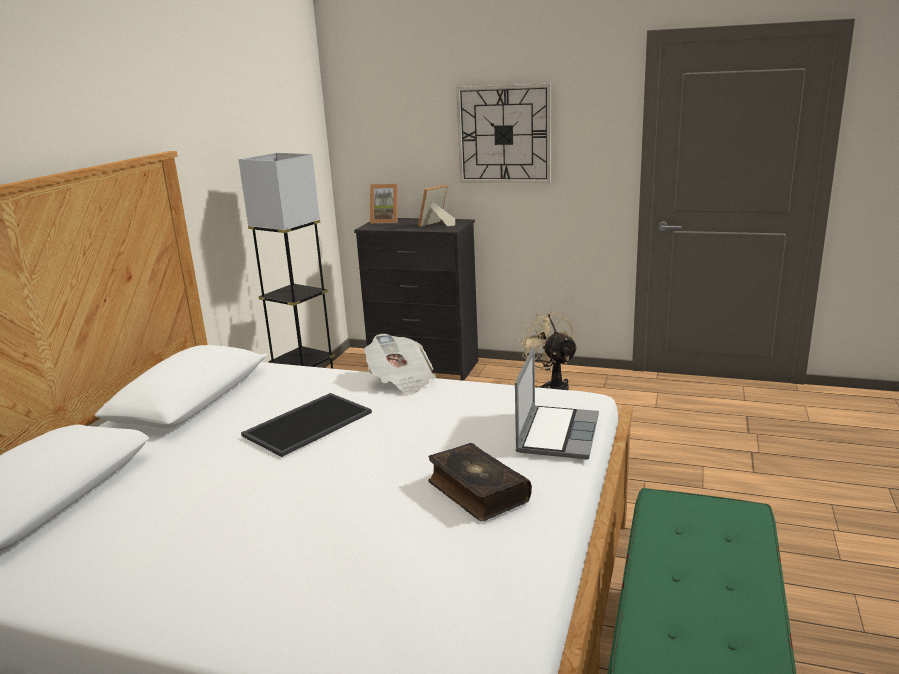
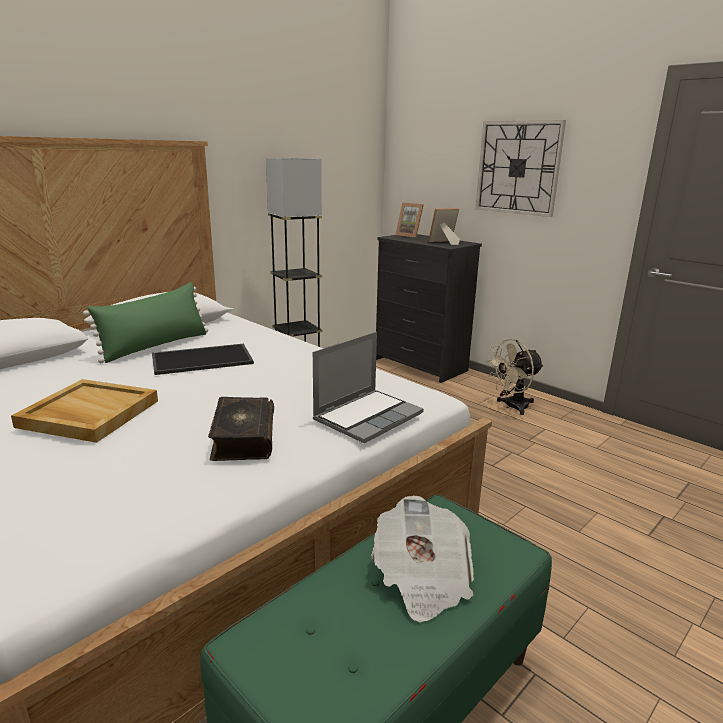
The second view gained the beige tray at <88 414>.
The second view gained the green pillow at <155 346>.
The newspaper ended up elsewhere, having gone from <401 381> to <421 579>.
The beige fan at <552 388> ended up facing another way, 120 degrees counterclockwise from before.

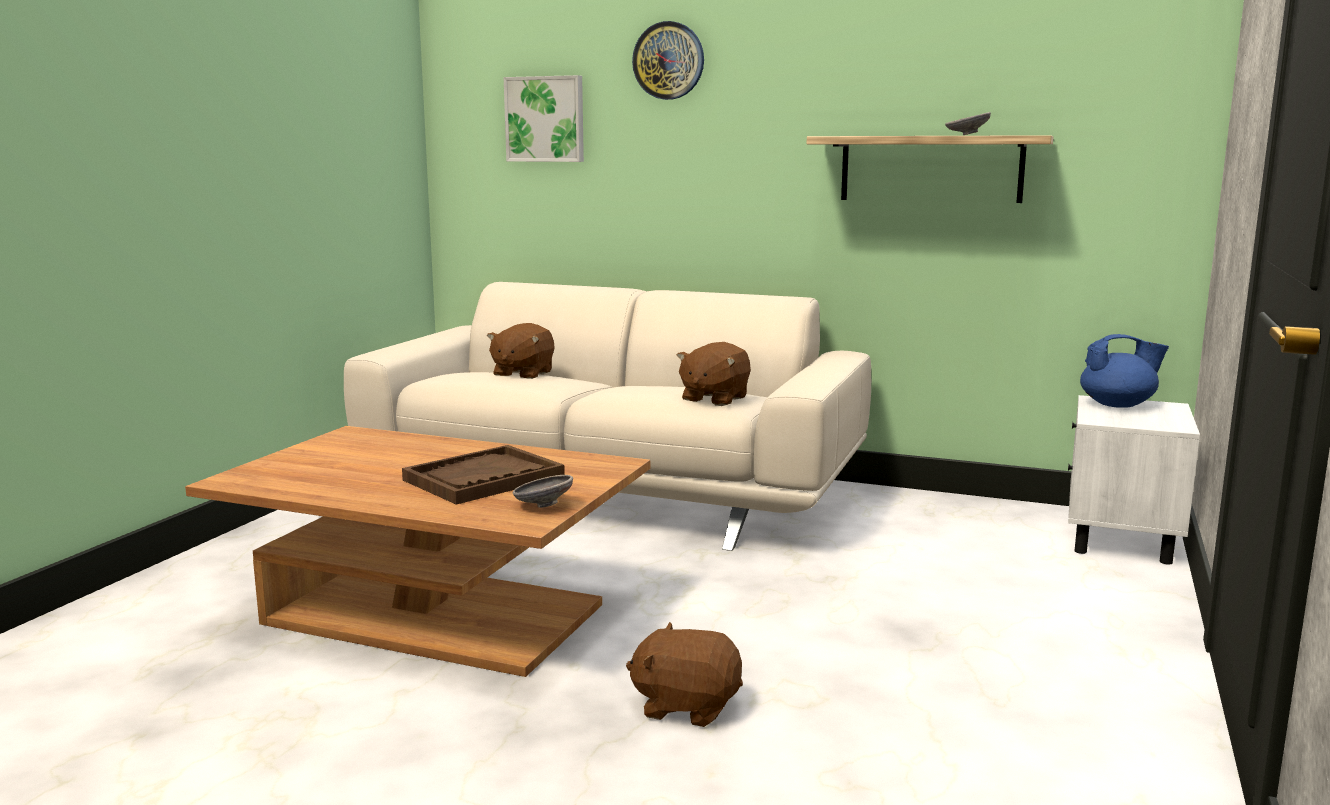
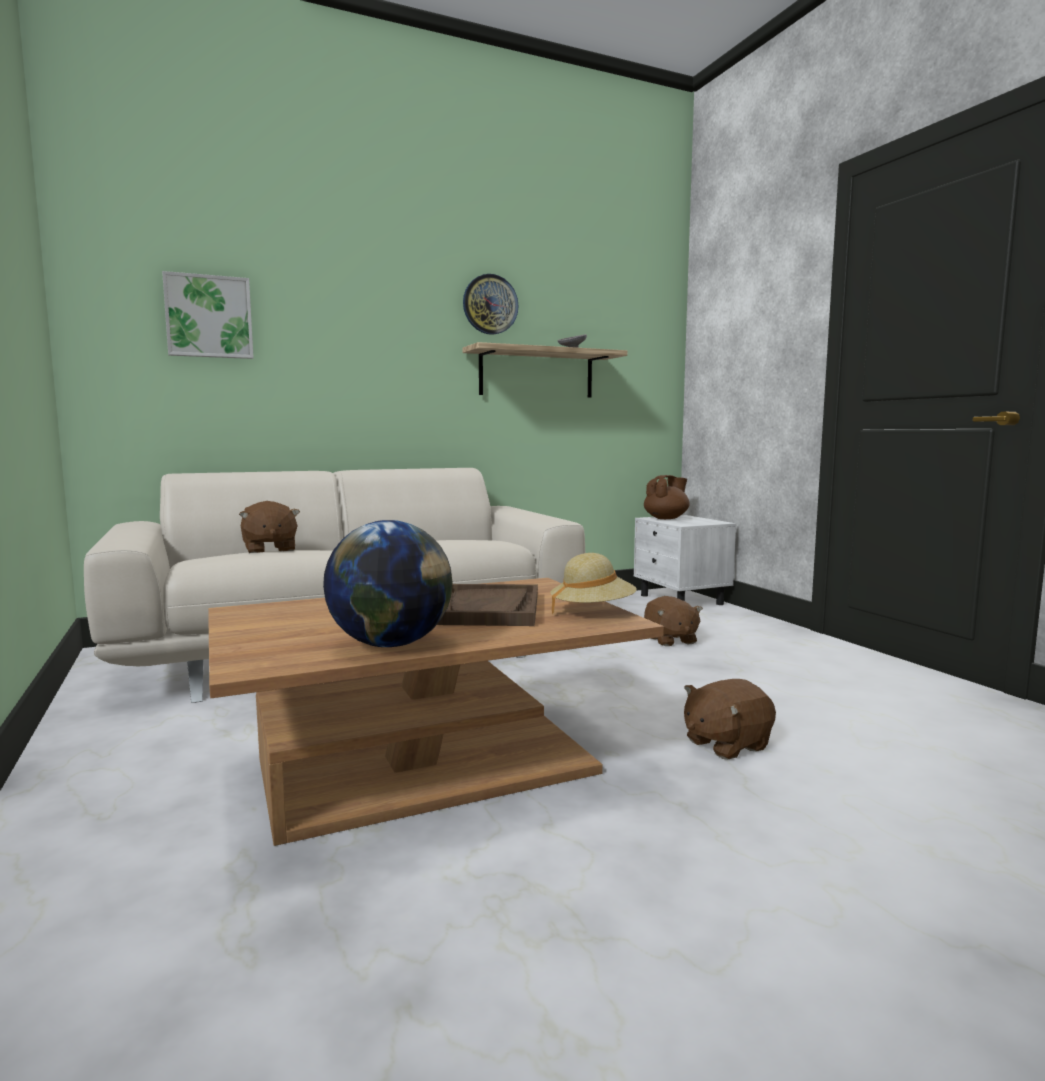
The second view gained the globe at <390 644>.
The wall clock ended up elsewhere, having gone from <668 61> to <490 304>.
Where the grey bowl stood at <542 506>, the beige hat came to stand at <592 611>.
What was the blue teapot at <1118 405> turned into the brown teapot at <666 518>.
The brown plush toy ended up elsewhere, having gone from <714 399> to <670 640>.

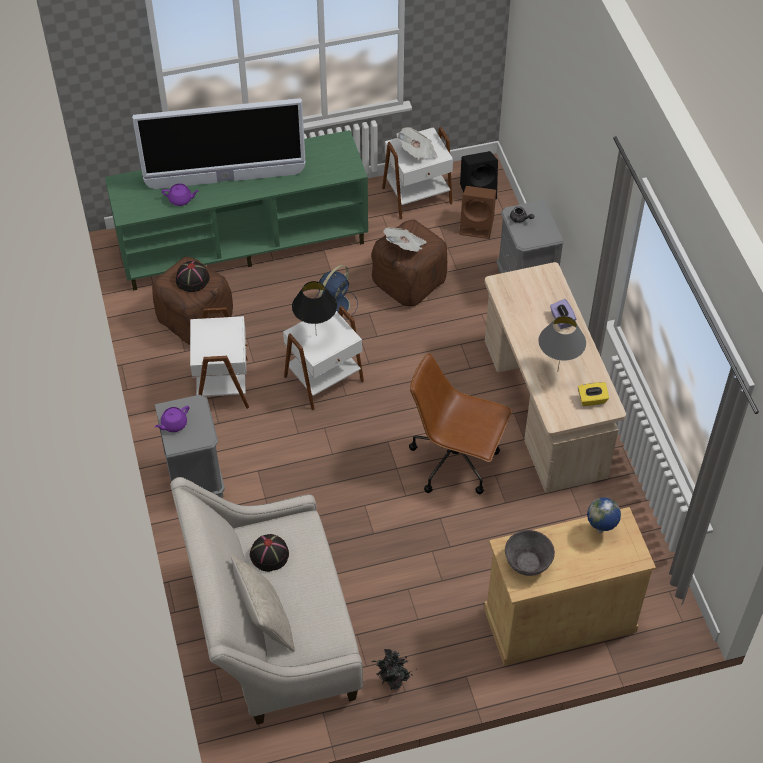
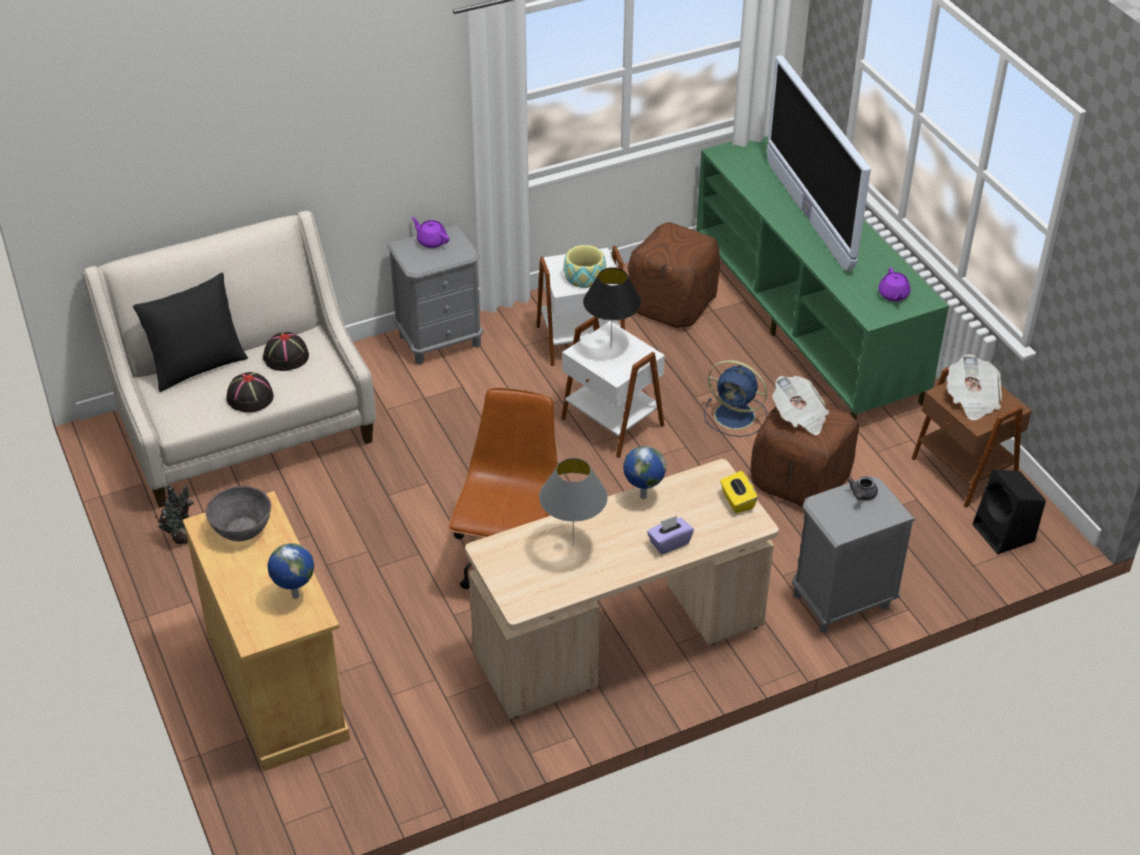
What was the beige pillow at <265 622> turned into the black pillow at <197 366>.
The black hat ended up elsewhere, having gone from <192 279> to <249 397>.
The second view gained the bowl at <585 276>.
The second view gained the globe at <642 496>.
The yellow tissue box ended up elsewhere, having gone from <592 400> to <737 501>.
The purple teapot ended up elsewhere, having gone from <181 200> to <893 295>.
What was the white side table at <417 196> turned into the brown side table at <962 471>.
The second view lost the brown speaker at <477 225>.

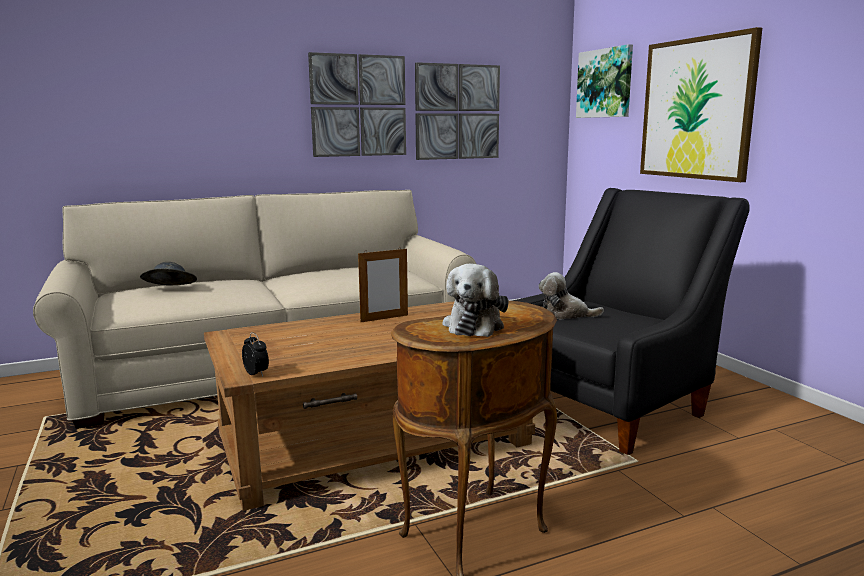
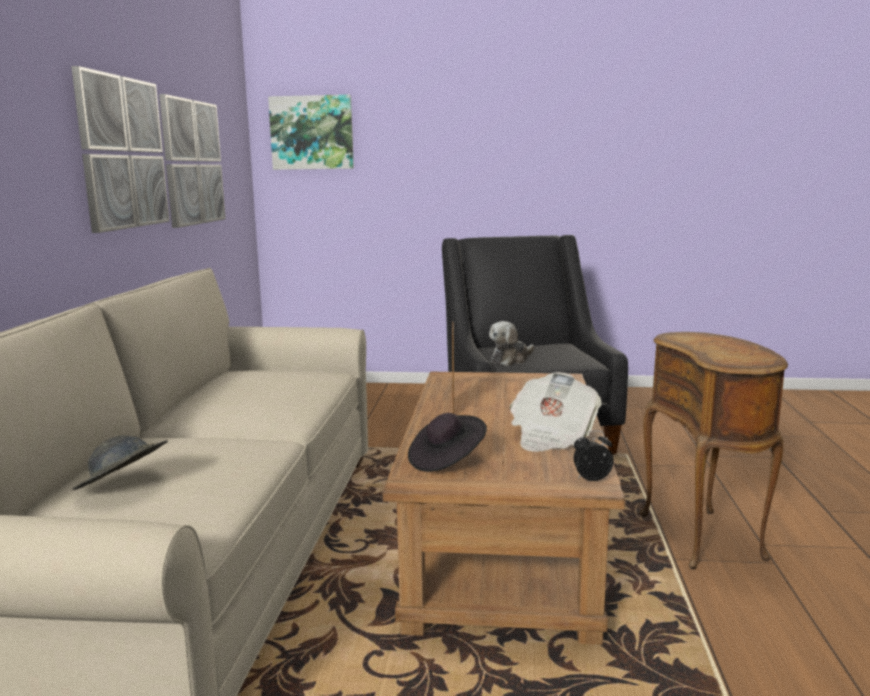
The second view gained the black hat at <446 460>.
The second view gained the newspaper at <551 436>.
The second view lost the plush toy at <474 325>.
The second view lost the picture at <696 109>.

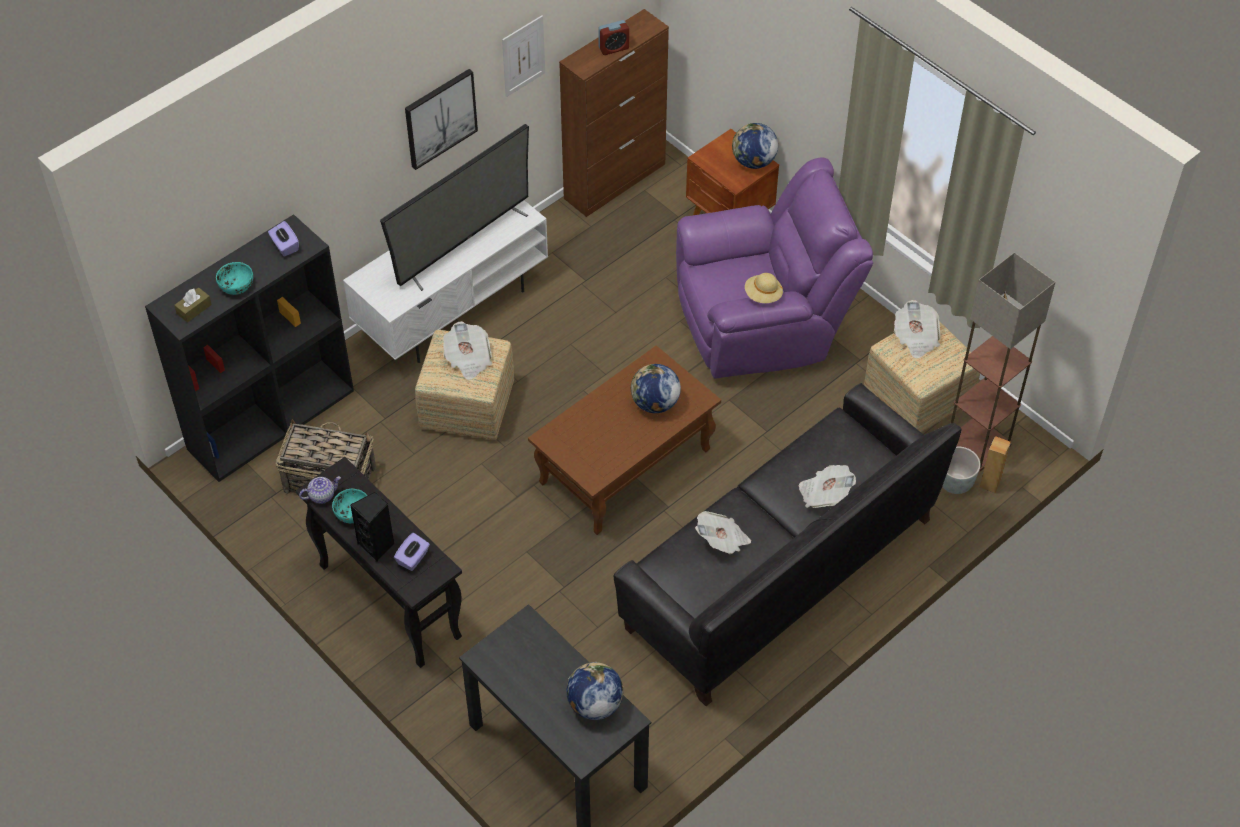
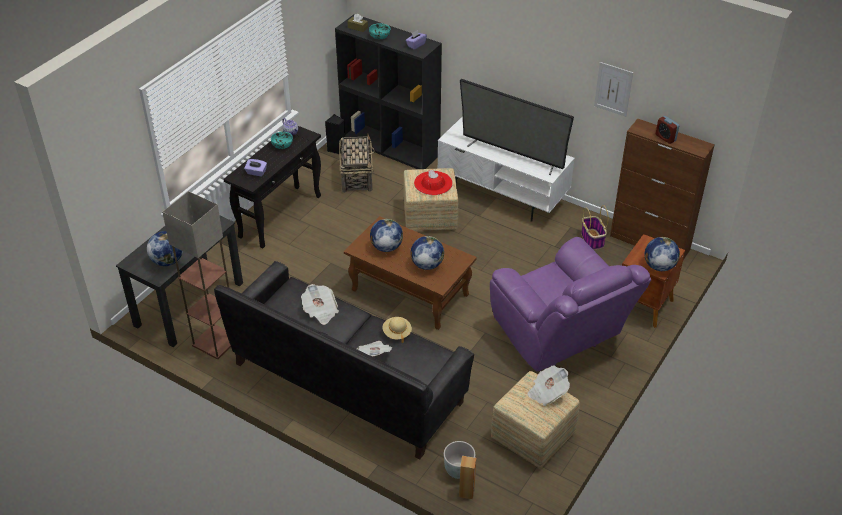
The floor lamp ended up elsewhere, having gone from <977 445> to <214 342>.
The black speaker ended up elsewhere, having gone from <377 546> to <337 149>.
The second view gained the globe at <386 247>.
The beige hat ended up elsewhere, having gone from <763 295> to <397 333>.
Where the newspaper stood at <468 359>, the red hat came to stand at <433 183>.
The second view gained the basket at <592 240>.
The second view lost the picture at <440 118>.

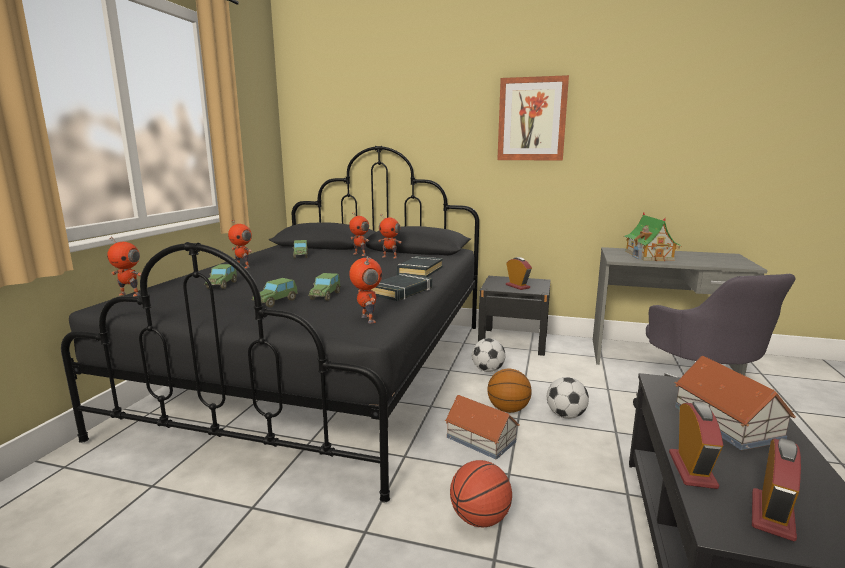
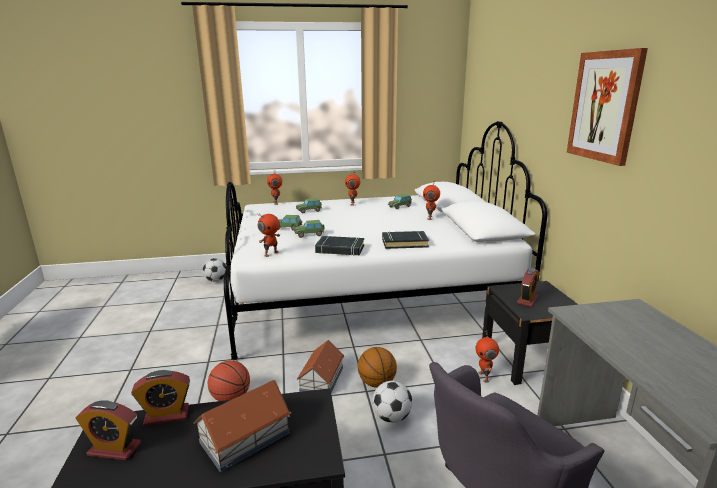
The football ended up elsewhere, having gone from <487 370> to <216 280>.
What was the black bed at <327 371> turned into the white bed at <368 295>.
The toy robot ended up elsewhere, having gone from <390 257> to <484 377>.
The second view lost the toy house at <649 255>.

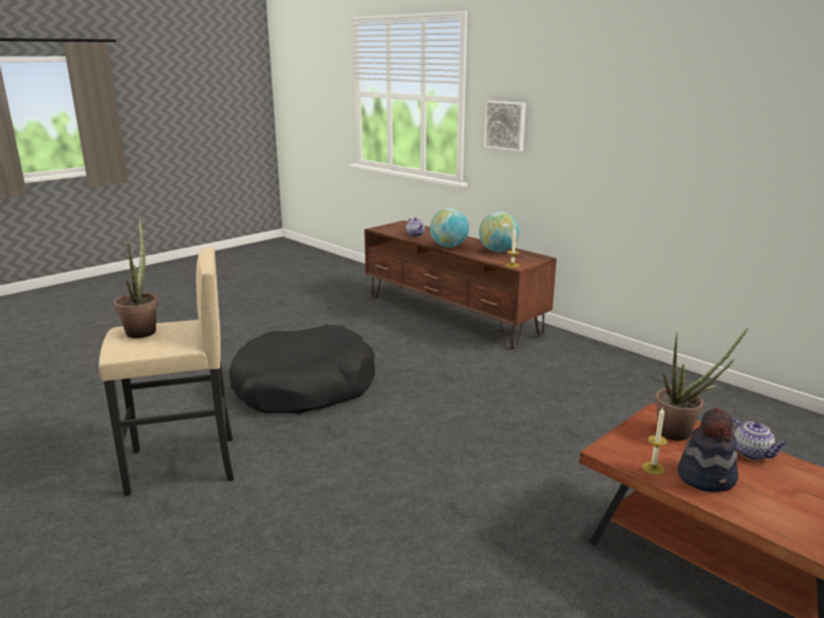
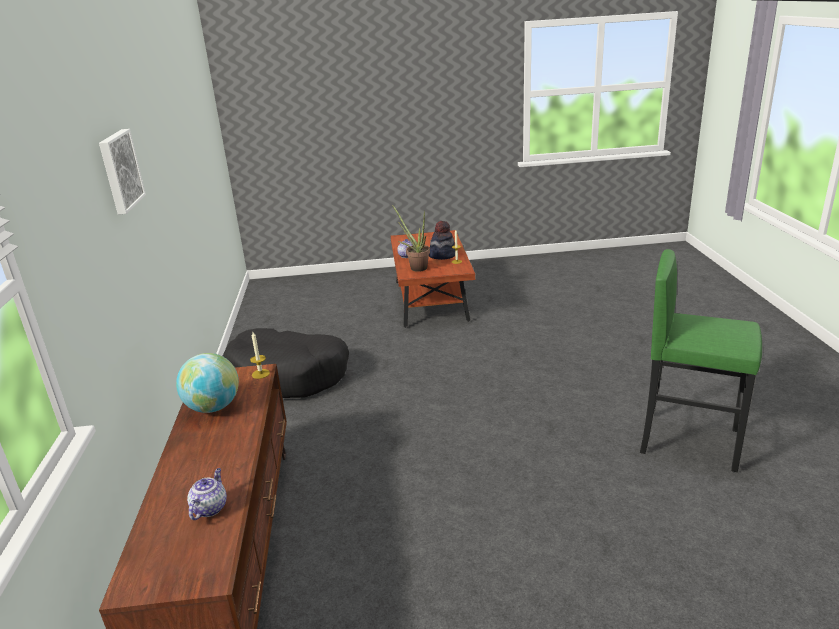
The picture ended up elsewhere, having gone from <506 125> to <119 170>.
The black dog bed ended up elsewhere, having gone from <304 387> to <289 375>.
What was the beige stool at <182 465> turned into the green stool at <689 441>.
The second view lost the potted plant at <143 330>.
The second view lost the globe at <449 246>.

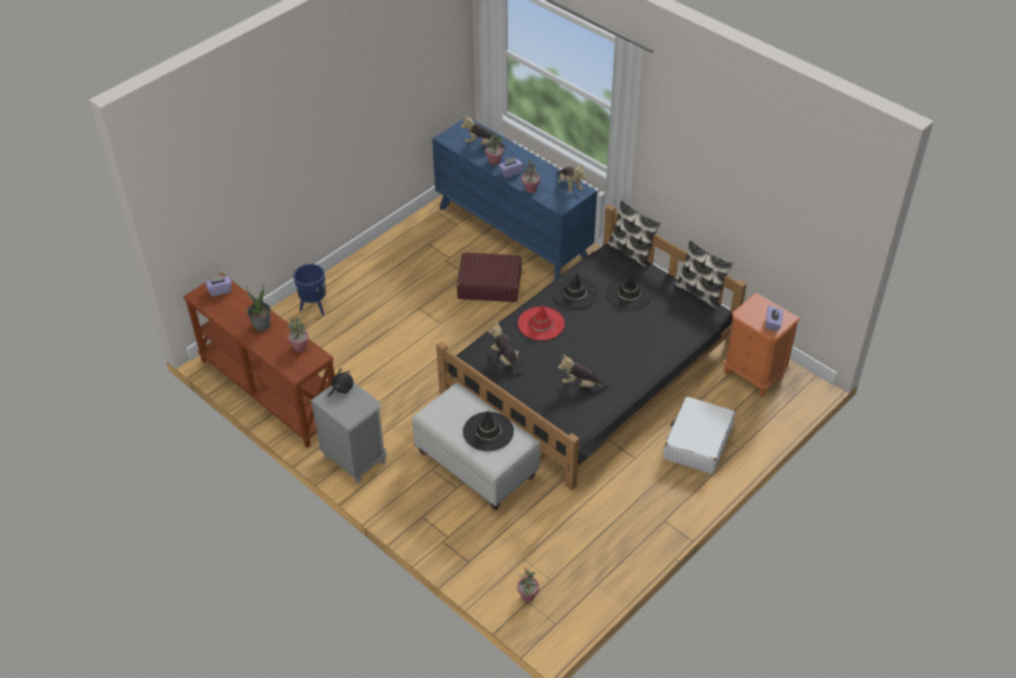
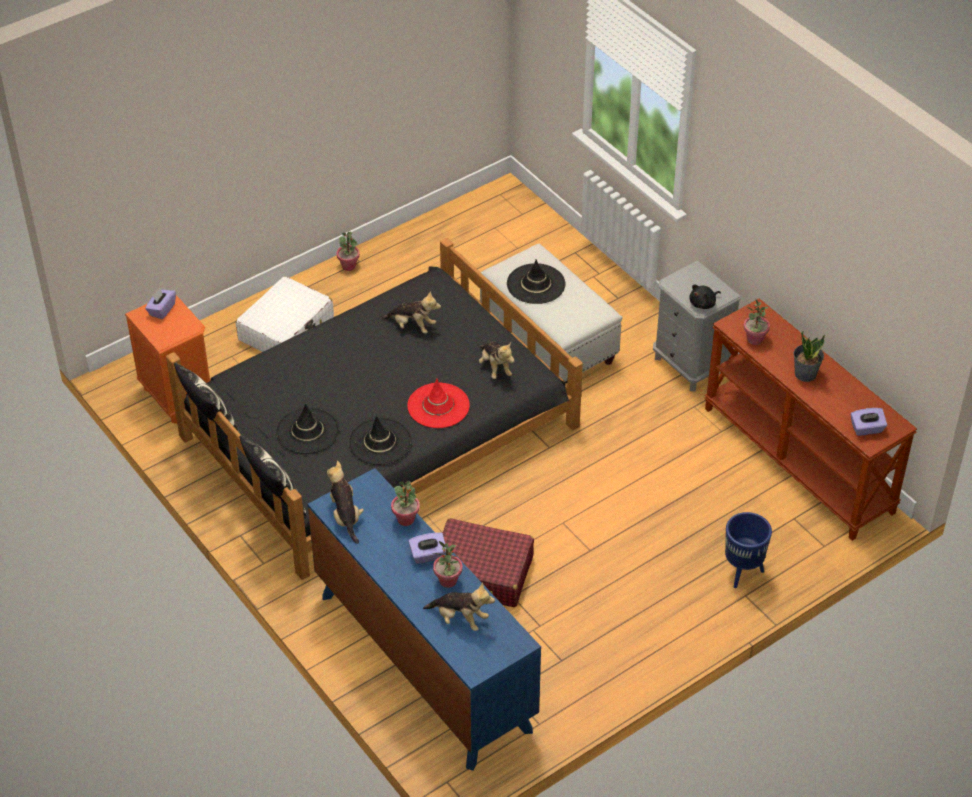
The potted plant ended up elsewhere, having gone from <528 596> to <349 266>.

